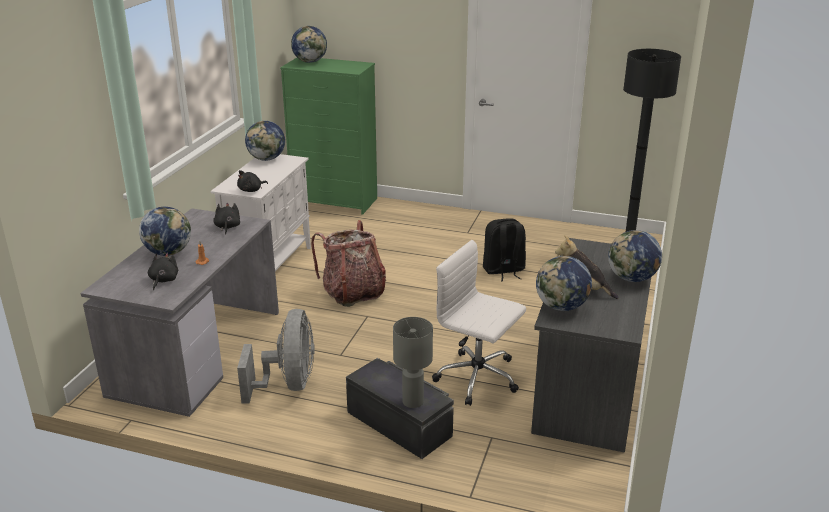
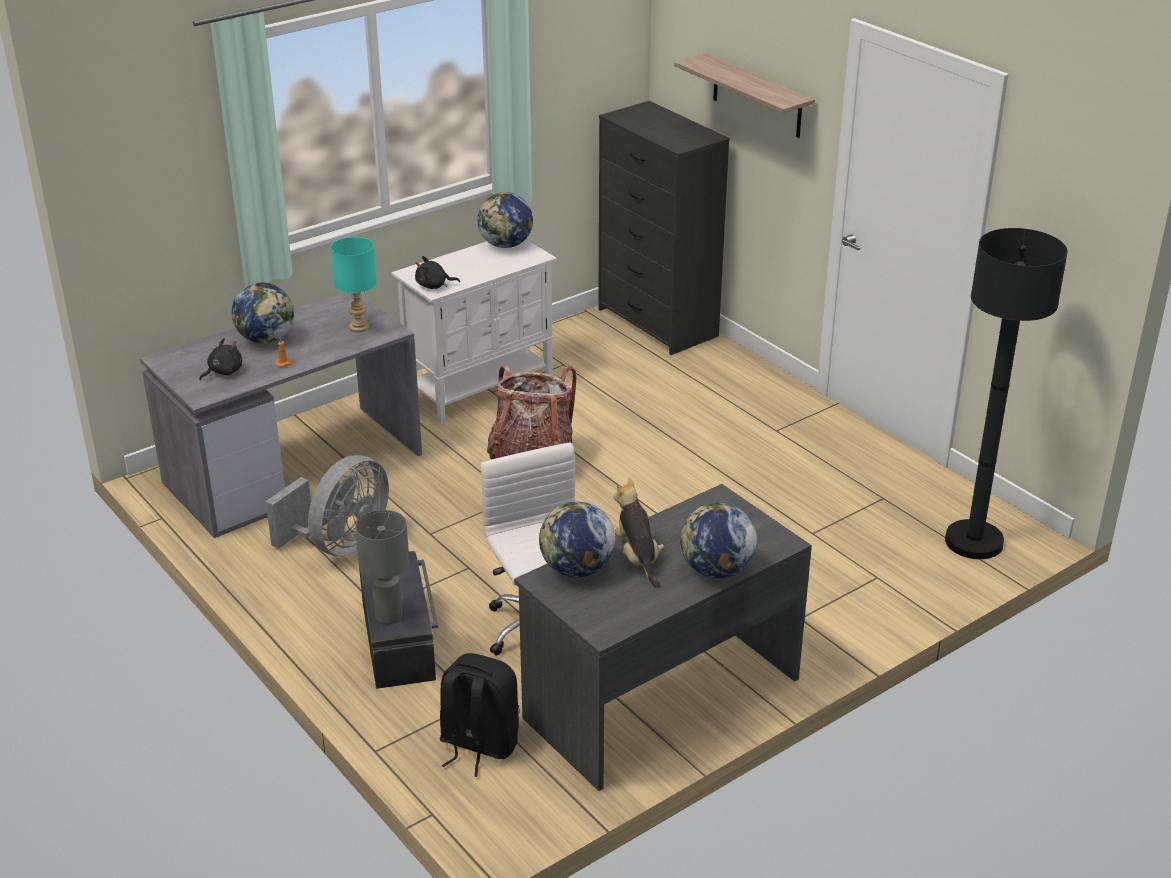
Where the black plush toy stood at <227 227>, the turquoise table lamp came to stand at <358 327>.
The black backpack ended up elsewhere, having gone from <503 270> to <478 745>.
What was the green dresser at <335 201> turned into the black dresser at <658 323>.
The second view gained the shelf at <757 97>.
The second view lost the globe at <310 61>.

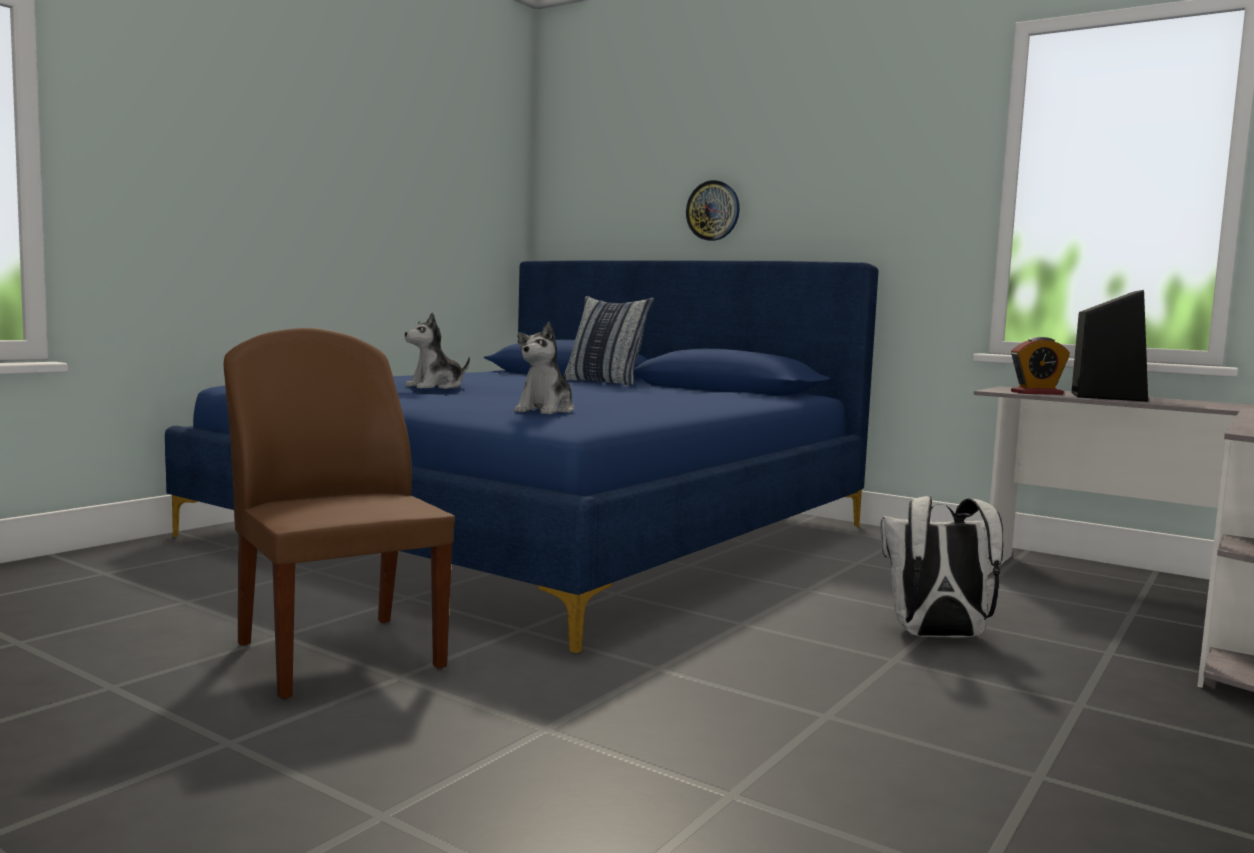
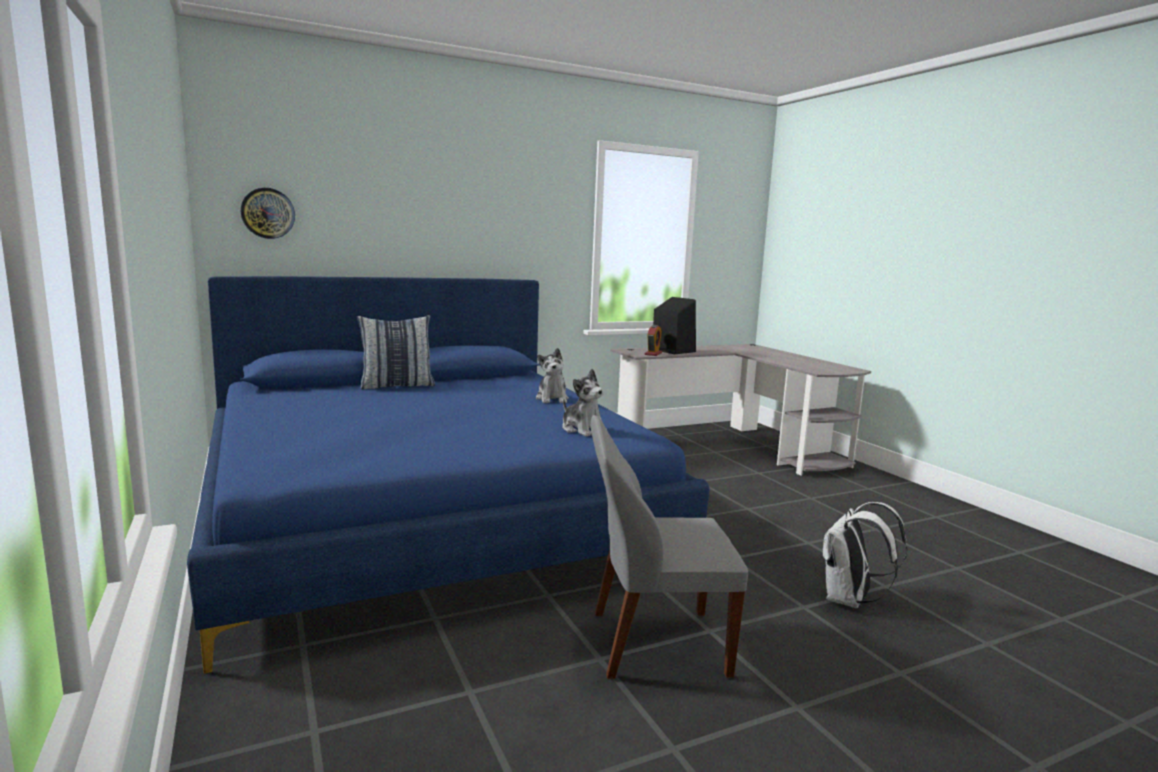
The wall clock ended up elsewhere, having gone from <713 210> to <268 213>.
The plush toy ended up elsewhere, having gone from <436 387> to <552 399>.
What was the brown chair at <338 653> turned into the grey chair at <654 643>.
The white backpack ended up elsewhere, having gone from <936 637> to <850 600>.

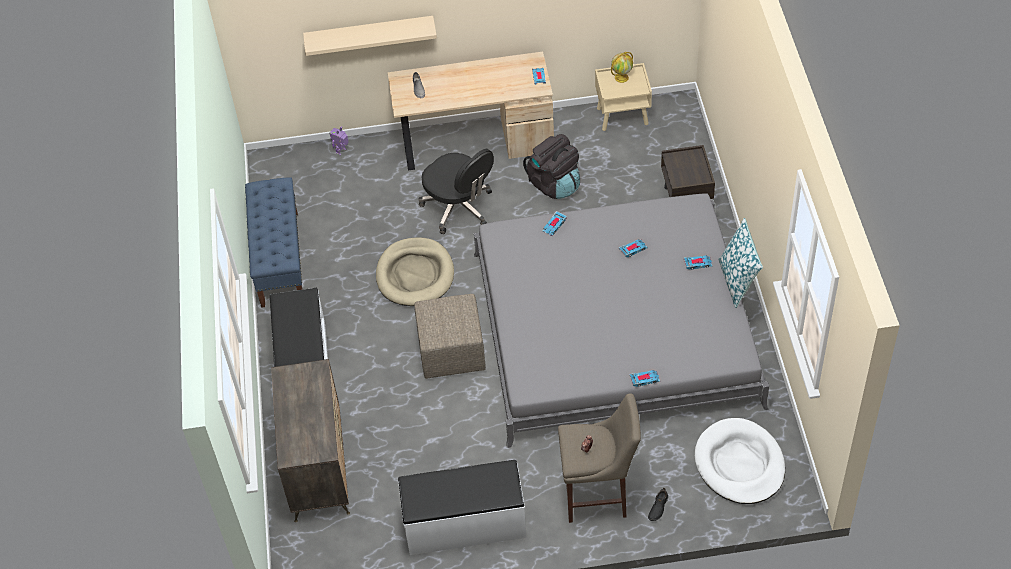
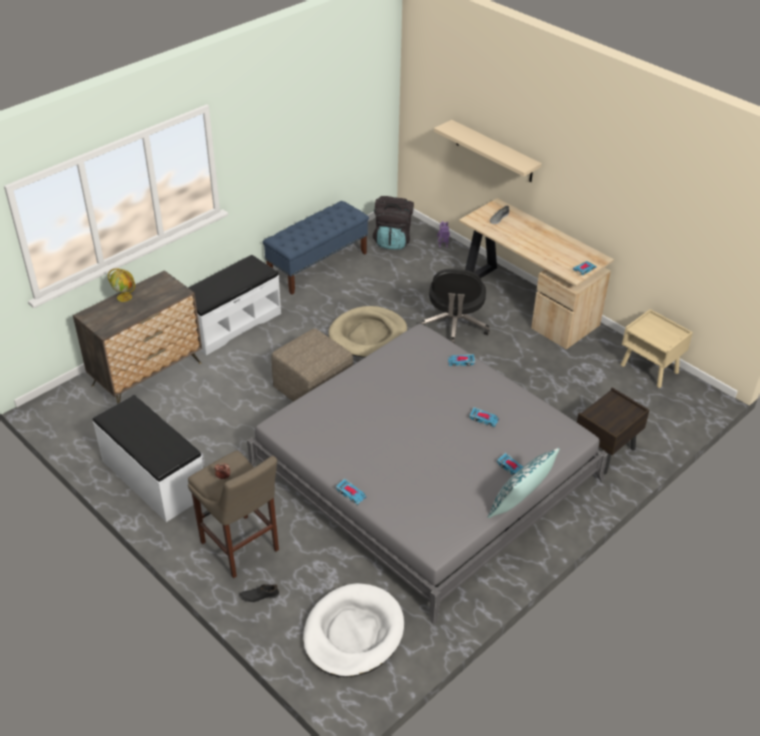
The globe ended up elsewhere, having gone from <621 77> to <125 297>.
The black backpack ended up elsewhere, having gone from <554 184> to <392 240>.

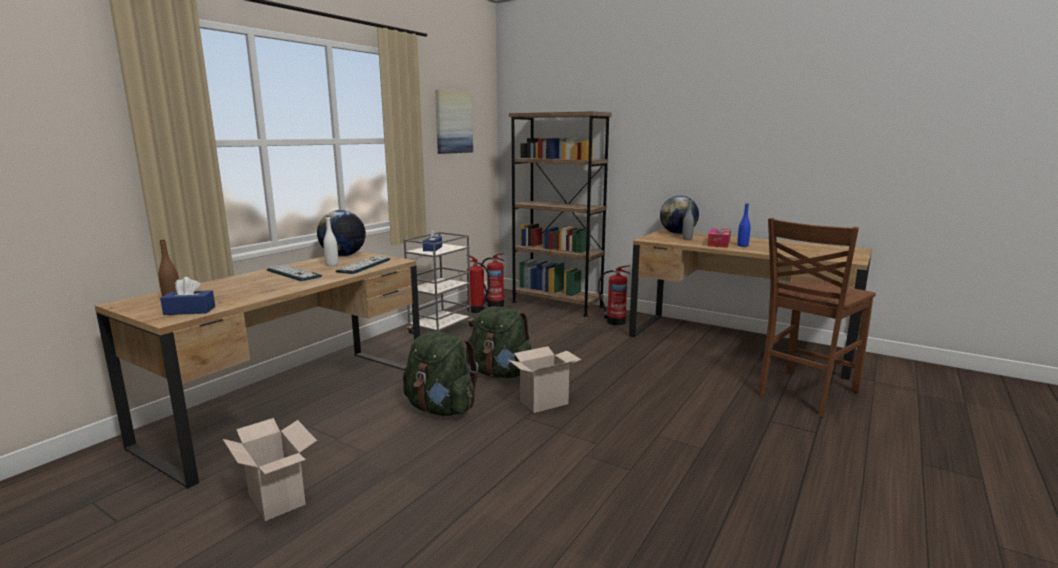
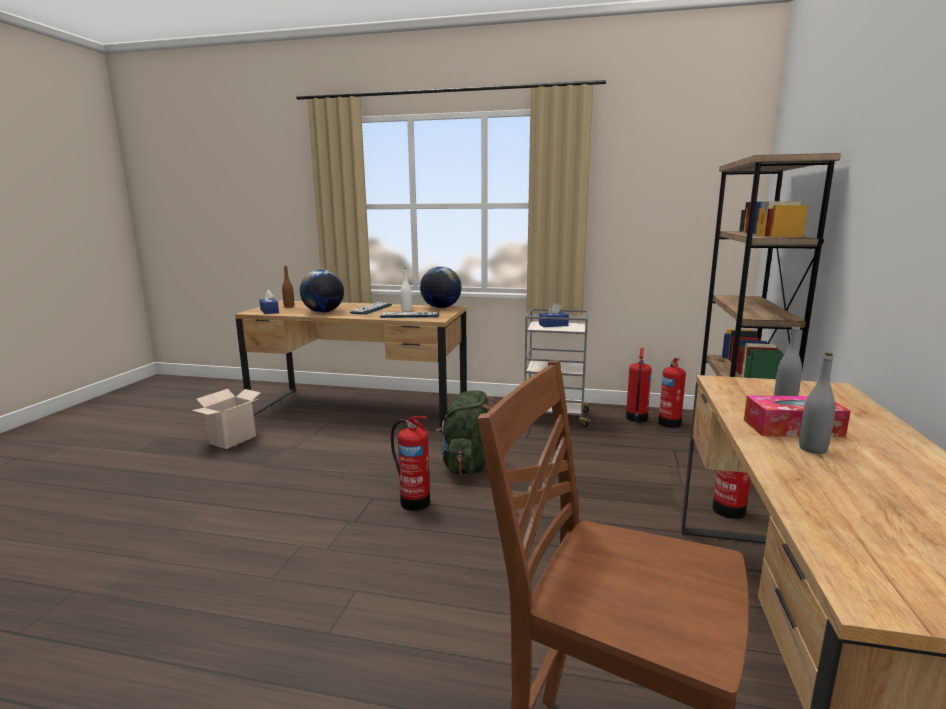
The globe ended up elsewhere, having gone from <678 233> to <323 312>.
Where the cardboard box stood at <544 401>, the fire extinguisher came to stand at <414 501>.
What was the blue bottle at <742 245> turned into the grey bottle at <812 449>.
The second view lost the green backpack at <441 409>.
The second view lost the picture at <453 122>.

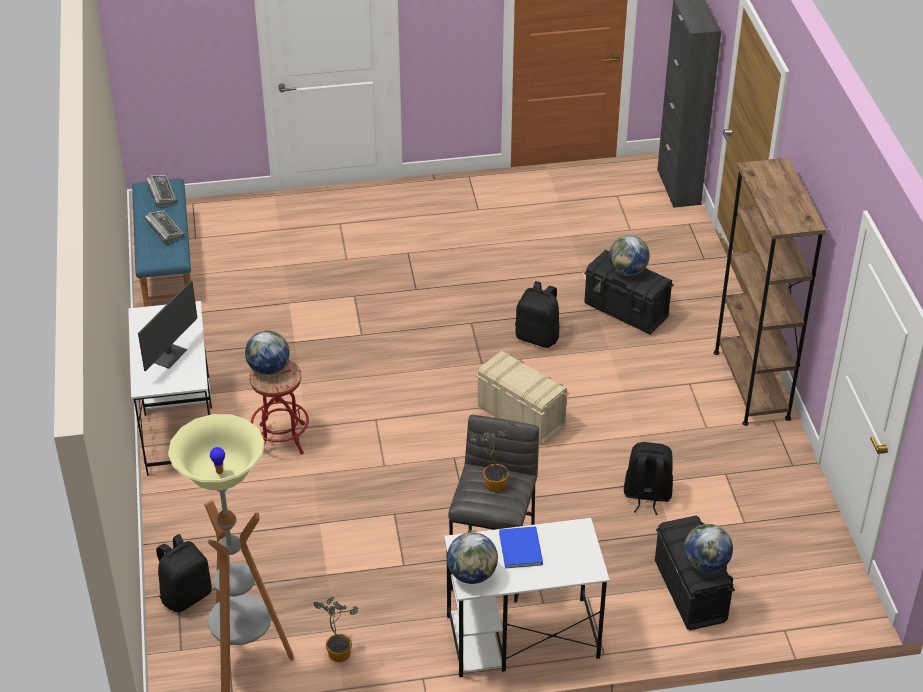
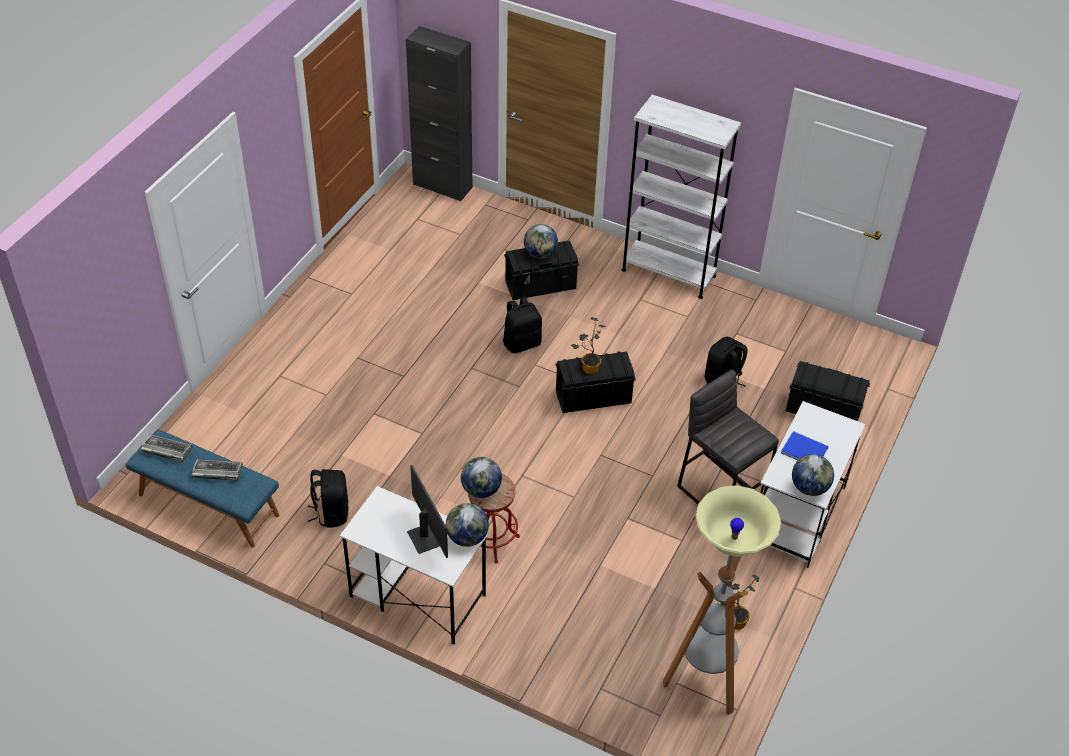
The black backpack ended up elsewhere, having gone from <186 595> to <331 513>.
The globe ended up elsewhere, having gone from <705 564> to <467 538>.
What was the beige storage box at <521 416> turned into the black storage box at <592 397>.
The potted plant ended up elsewhere, having gone from <492 482> to <588 368>.
What was the brown bookcase at <751 385> turned into the white bookcase at <668 273>.

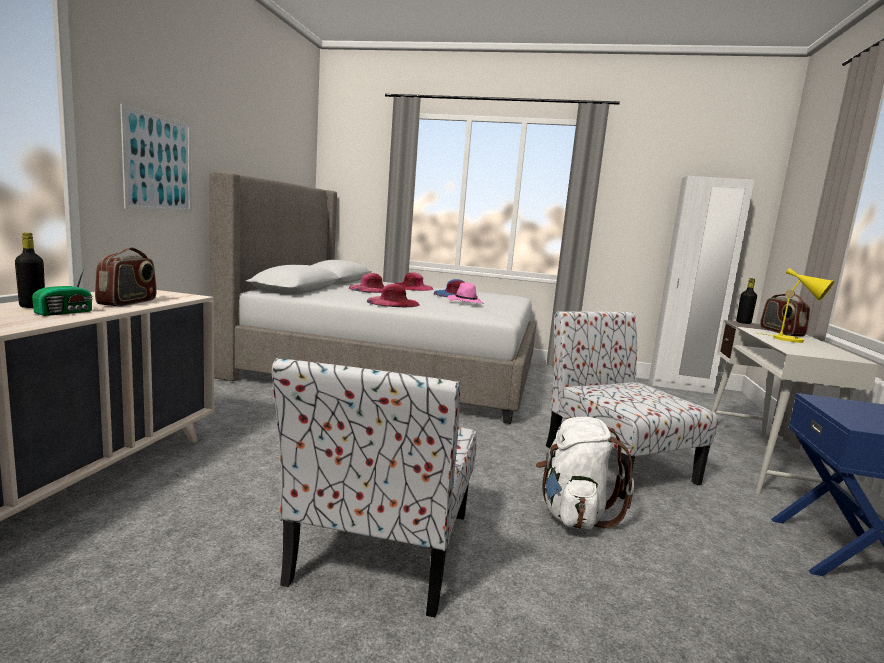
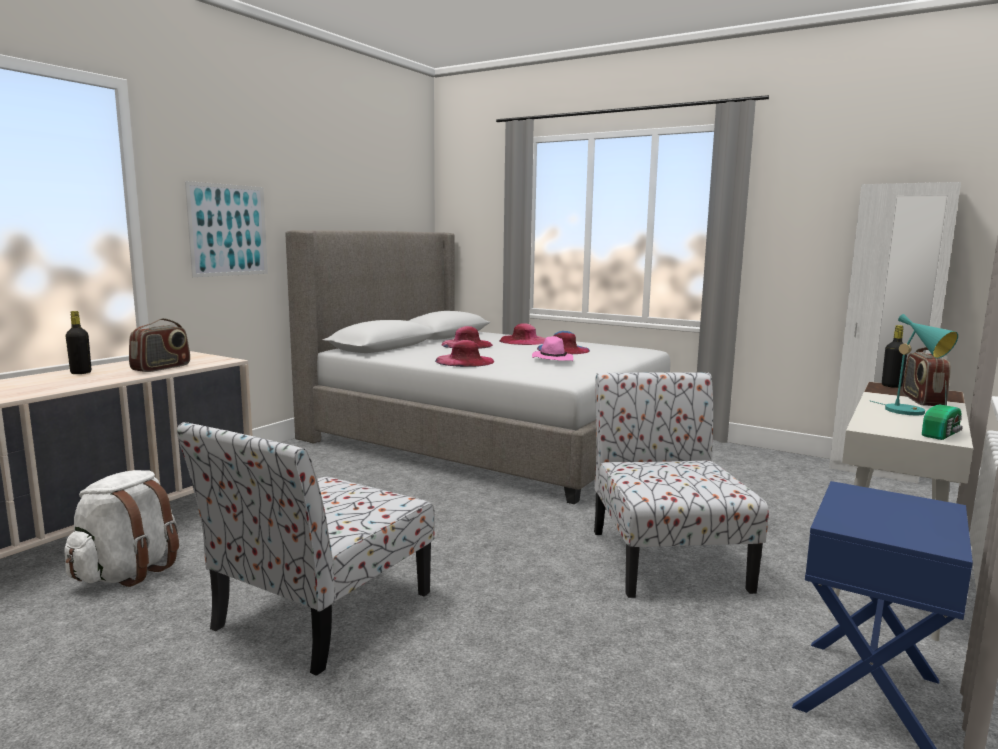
The white backpack ended up elsewhere, having gone from <573 514> to <128 572>.
What was the yellow table lamp at <793 340> turned into the turquoise table lamp at <911 412>.
The radio ended up elsewhere, having gone from <66 312> to <942 434>.

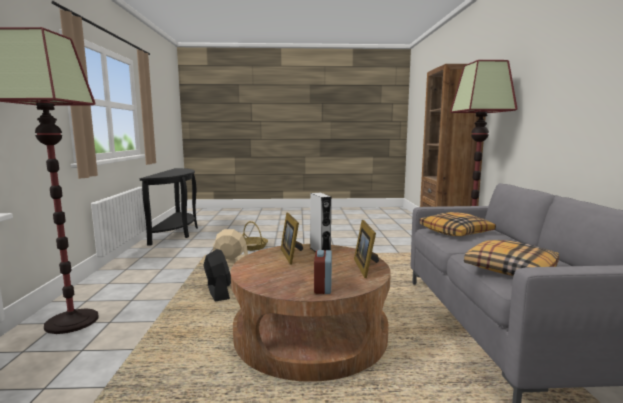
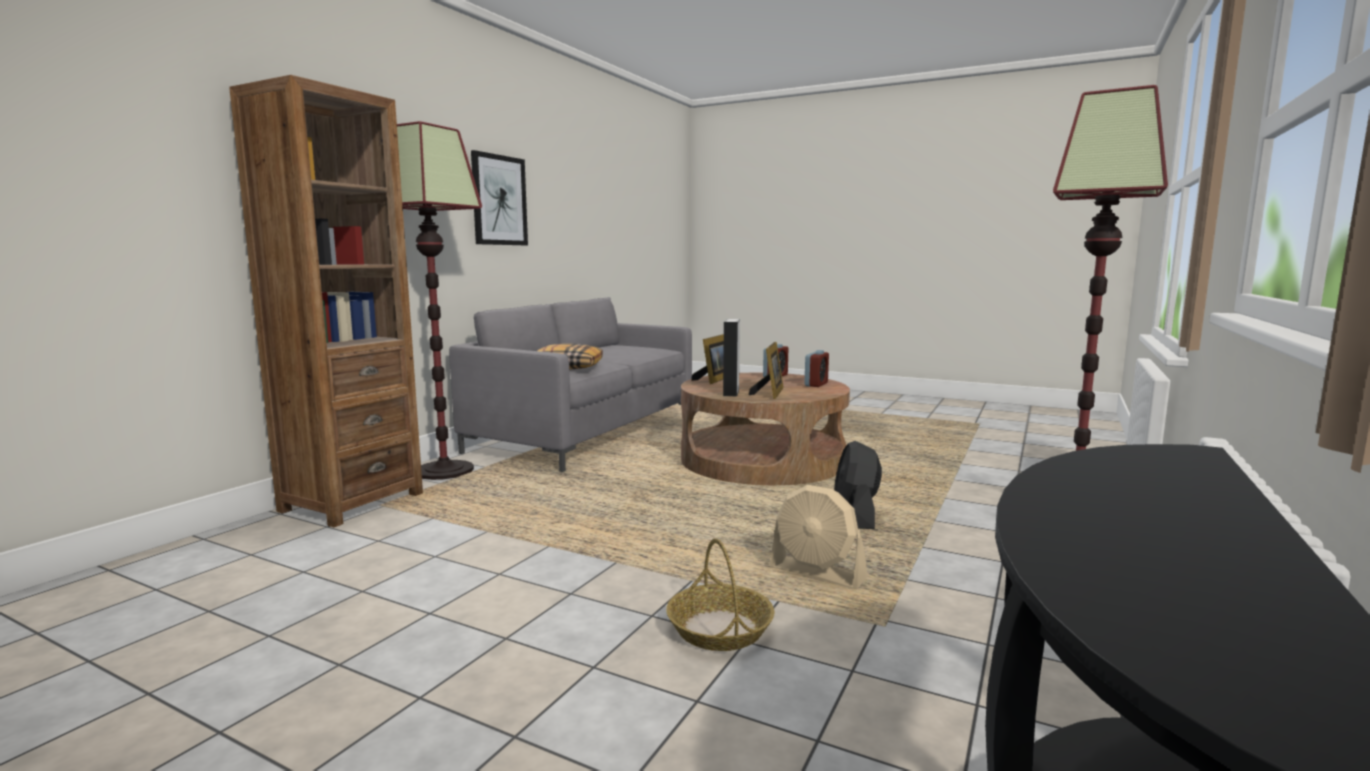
The second view gained the picture at <499 200>.
The second view gained the alarm clock at <816 384>.
The second view lost the pillow at <509 269>.

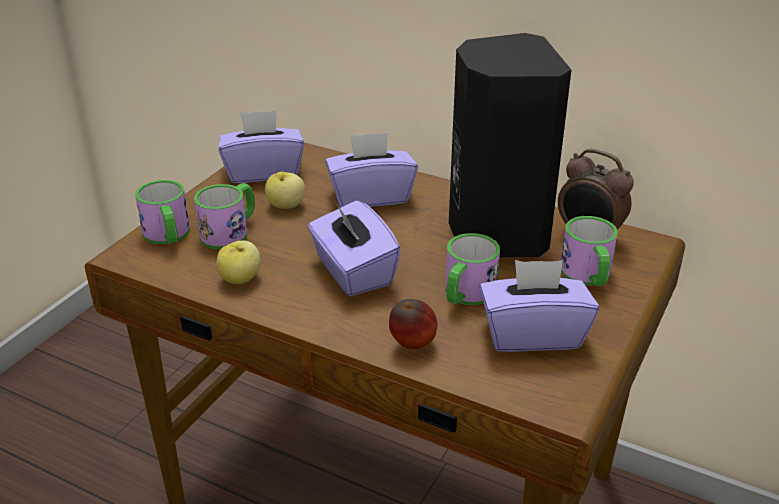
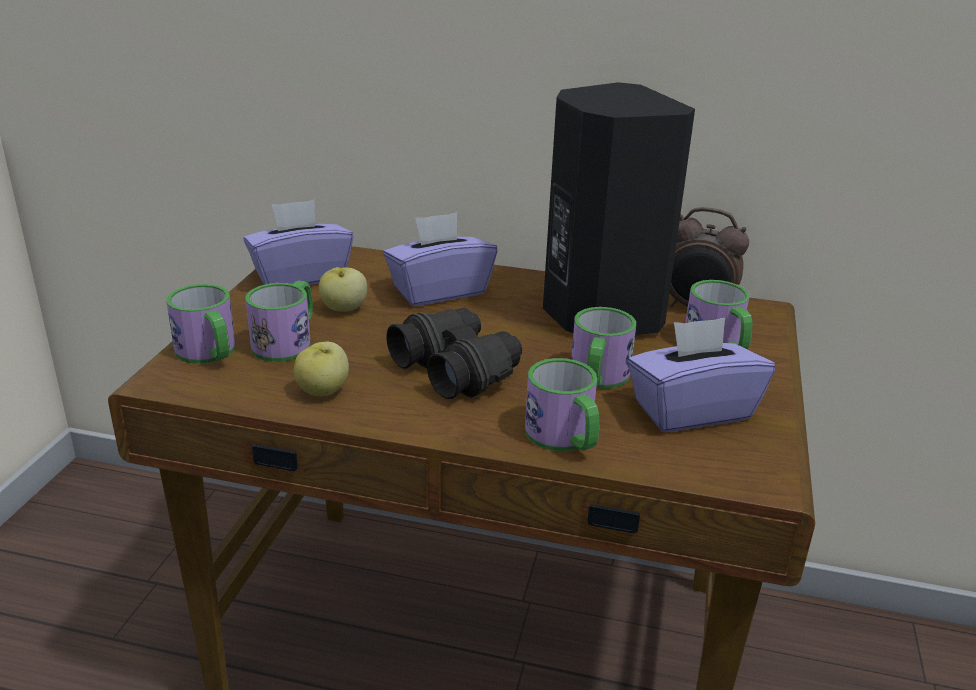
Where the purple tissue box stood at <353 272>, the black binoculars came to stand at <457 369>.
Where the apple stood at <412 345>, the mug came to stand at <565 438>.

